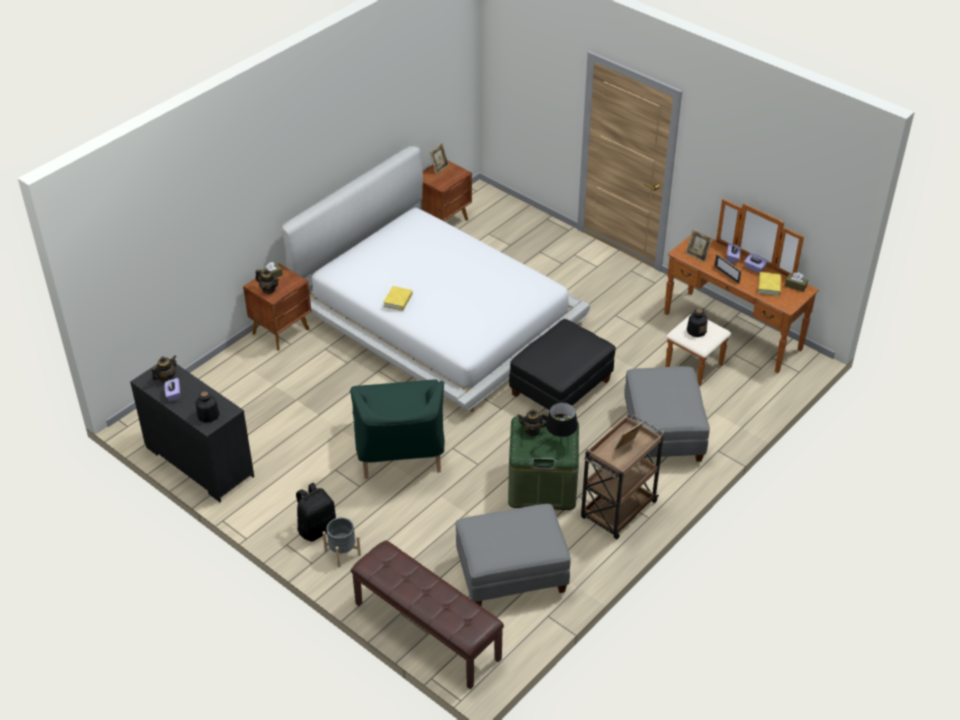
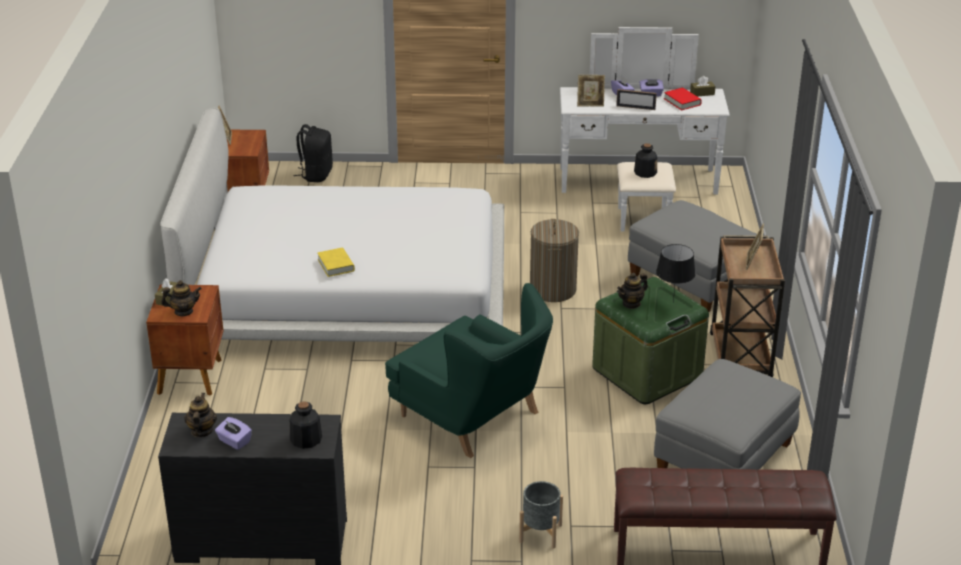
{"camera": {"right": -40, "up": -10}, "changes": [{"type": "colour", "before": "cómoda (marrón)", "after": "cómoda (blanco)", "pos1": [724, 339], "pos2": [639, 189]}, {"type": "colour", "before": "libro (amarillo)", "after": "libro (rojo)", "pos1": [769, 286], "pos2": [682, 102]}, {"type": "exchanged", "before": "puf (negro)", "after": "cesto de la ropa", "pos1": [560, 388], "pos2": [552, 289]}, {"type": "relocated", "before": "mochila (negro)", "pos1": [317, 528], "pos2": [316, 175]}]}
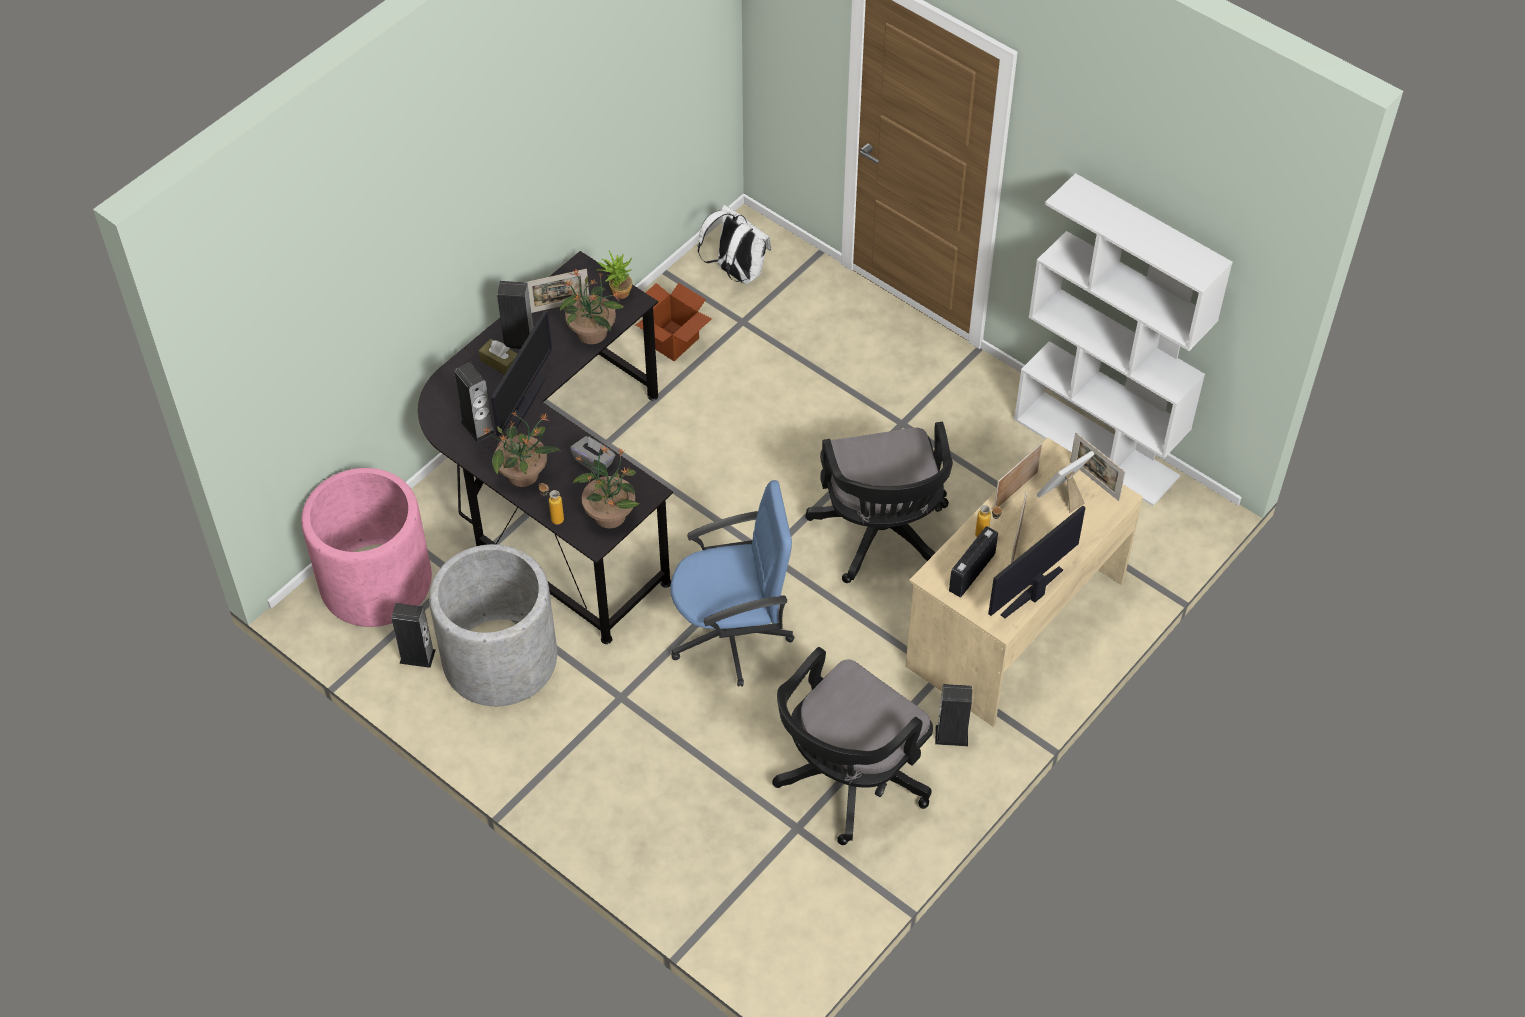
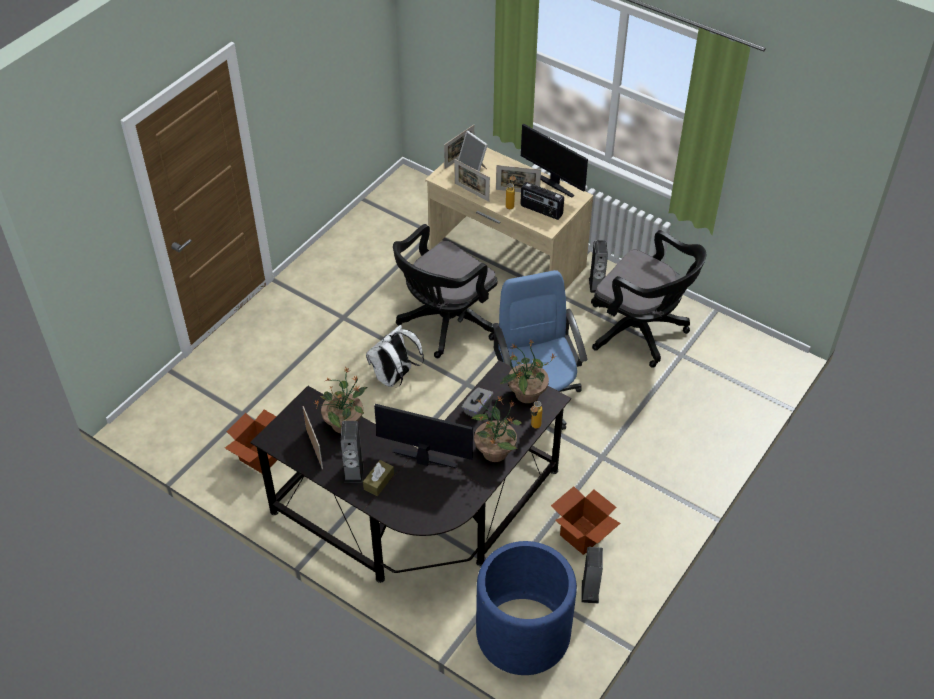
{"camera": {"right": -95, "up": -5}, "changes": [{"type": "missing", "before": "estantería (blanco)", "pos1": [1097, 447]}, {"type": "relocated", "before": "mochila (blanco)", "pos1": [736, 272], "pos2": [394, 378]}, {"type": "missing", "before": "planta en maceta", "pos1": [617, 293]}, {"type": "missing", "before": "altavoz", "pos1": [478, 427]}, {"type": "spun", "before": "silla de oficina (negro)", "pos1": [882, 537], "pos2": [444, 324], "turn": 150}, {"type": "colour", "before": "maceta (rosa)", "after": "maceta (azul)", "pos1": [376, 582], "pos2": [523, 633]}, {"type": "exchanged", "before": "maceta (gris)", "after": "caja de cartón", "pos1": [499, 659], "pos2": [582, 535]}]}
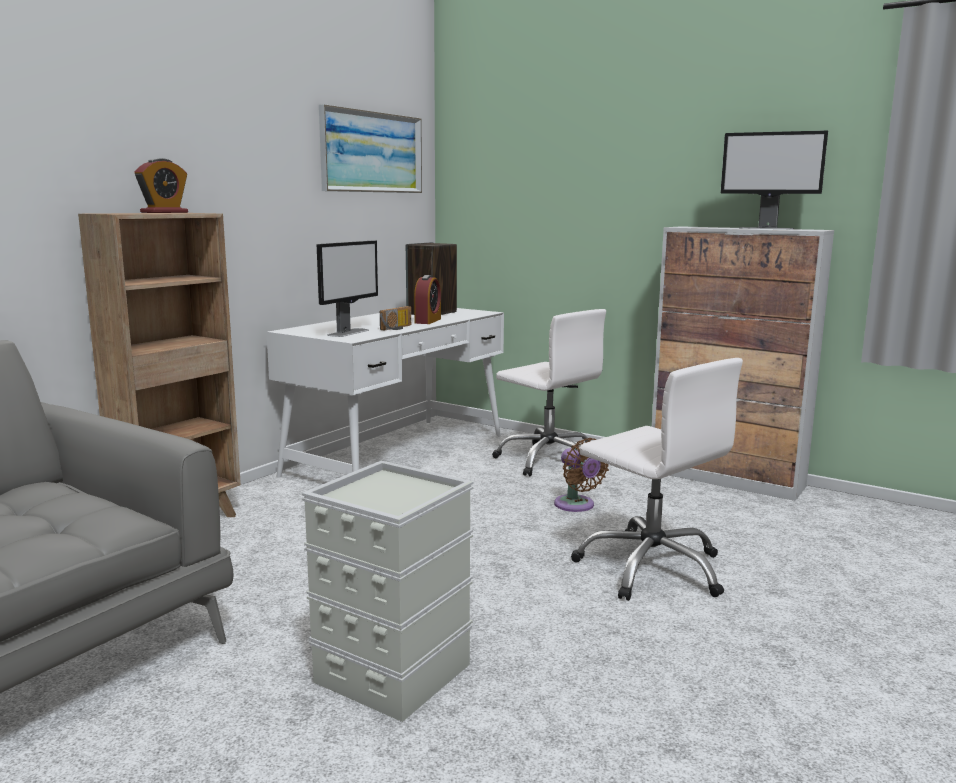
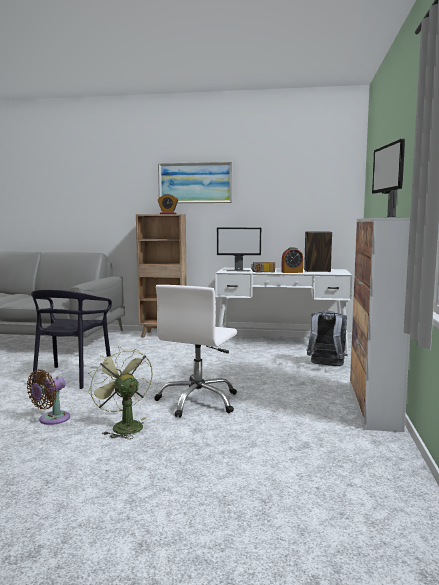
{"camera": {"right": 65, "up": -5}, "changes": [{"type": "relocated", "before": "cuadro", "pos1": [372, 152], "pos2": [195, 183]}, {"type": "exchanged", "before": "silla de oficina (blanco)", "after": "mochila (gris)", "pos1": [549, 460], "pos2": [326, 366]}, {"type": "relocated", "before": "ventilador (marrón)", "pos1": [576, 506], "pos2": [51, 419]}, {"type": "exchanged", "before": "caja de almacenaje (gris)", "after": "silla (negro)", "pos1": [393, 674], "pos2": [71, 377]}, {"type": "appeared", "after": "ventilador (verde)", "pos2": [123, 426]}]}
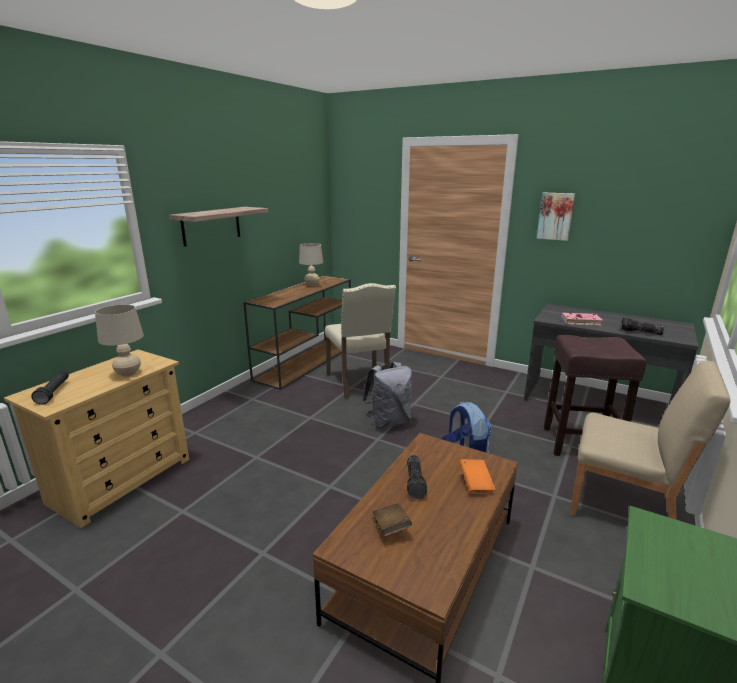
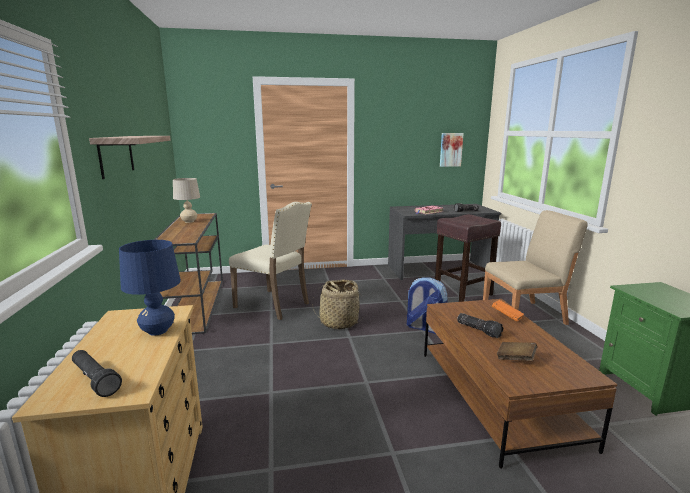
{"camera": {"right": -40, "up": -5}, "changes": [{"type": "relocated", "before": "cuadro", "pos1": [555, 216], "pos2": [450, 149]}, {"type": "colour", "before": "lámpara de mesa (beis)", "after": "lámpara de mesa (azul)", "pos1": [128, 373], "pos2": [158, 331]}, {"type": "exchanged", "before": "mochila (gris)", "after": "cesta", "pos1": [389, 421], "pos2": [338, 322]}]}
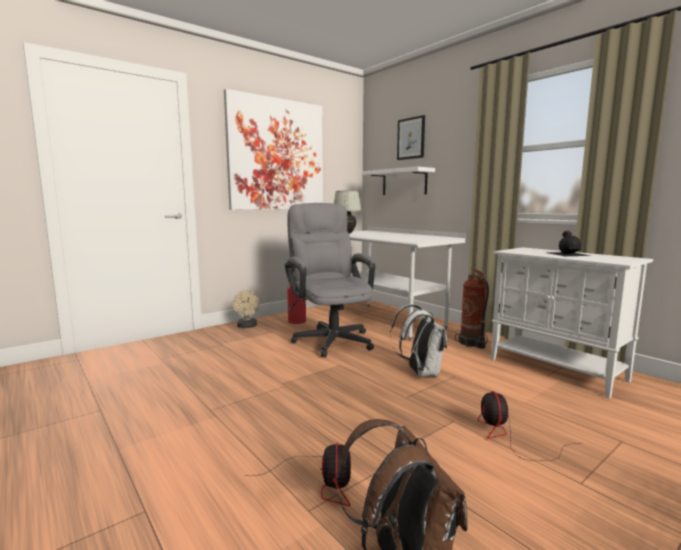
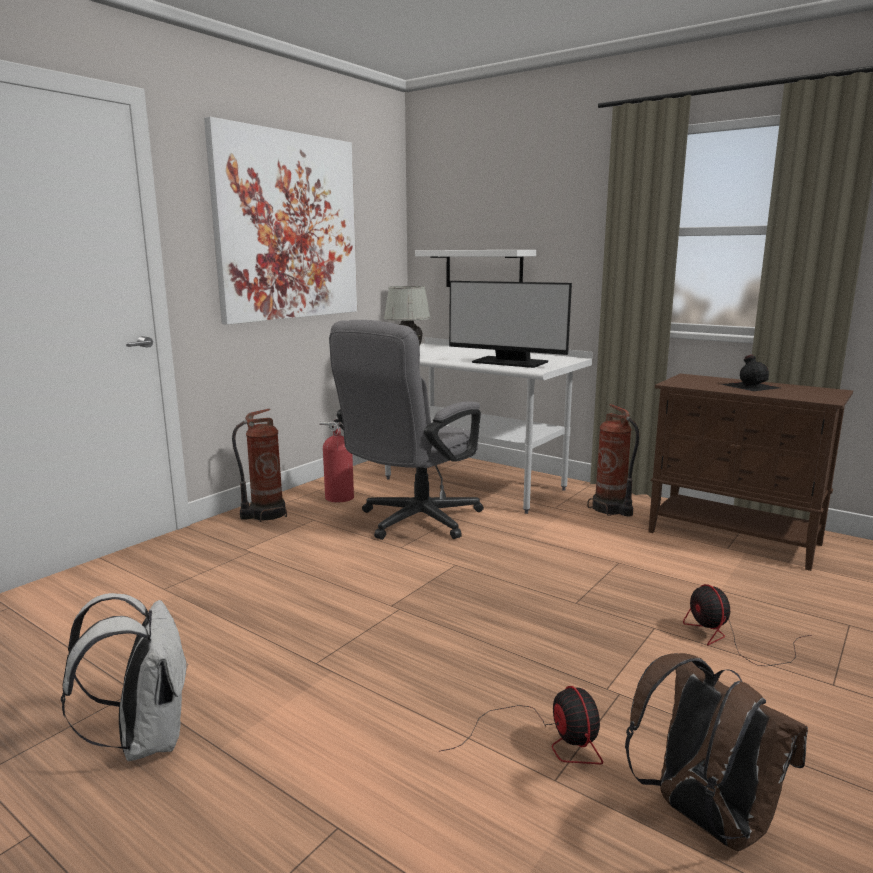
{"camera": {"right": -15, "up": 5}, "changes": [{"type": "missing", "before": "cuadro", "pos1": [411, 138]}, {"type": "spun", "before": "silla de oficina (gris)", "pos1": [330, 338], "pos2": [412, 522], "turn": -105}, {"type": "colour", "before": "armario (blanco)", "after": "armario (marrón)", "pos1": [557, 370], "pos2": [735, 538]}, {"type": "exchanged", "before": "ventilador (beis)", "after": "extintor", "pos1": [247, 326], "pos2": [265, 514]}, {"type": "relocated", "before": "mochila (blanco)", "pos1": [420, 373], "pos2": [145, 739]}, {"type": "appeared", "after": "monitor", "pos2": [509, 362]}]}
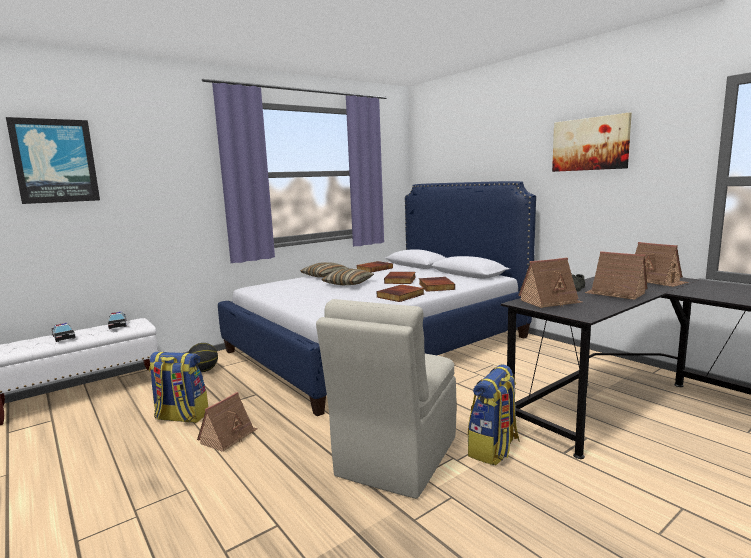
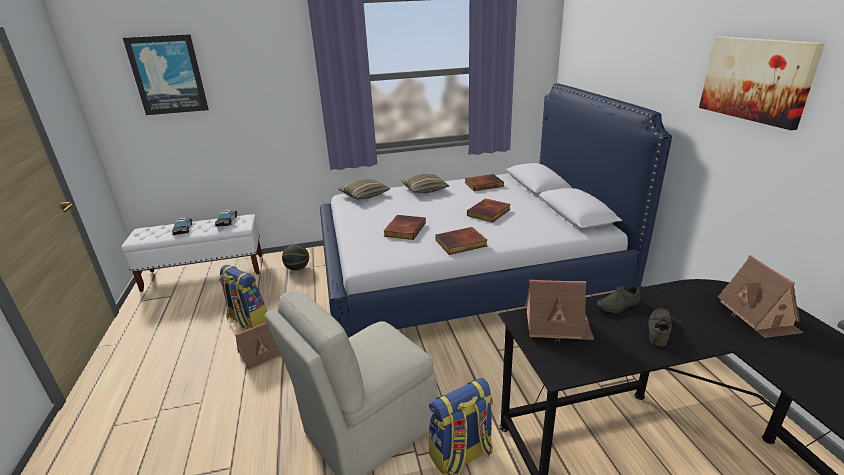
{"camera": {"right": 25, "up": 15}, "changes": [{"type": "exchanged", "before": "casita", "after": "zapato (gris)", "pos1": [615, 293], "pos2": [661, 331]}, {"type": "relocated", "before": "cojín", "pos1": [348, 283], "pos2": [364, 195]}, {"type": "relocated", "before": "libro", "pos1": [435, 286], "pos2": [404, 229]}]}
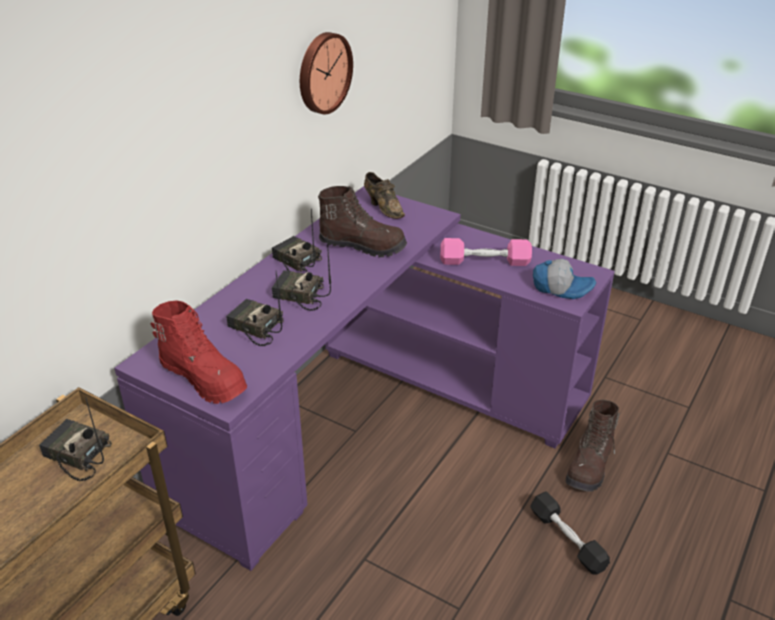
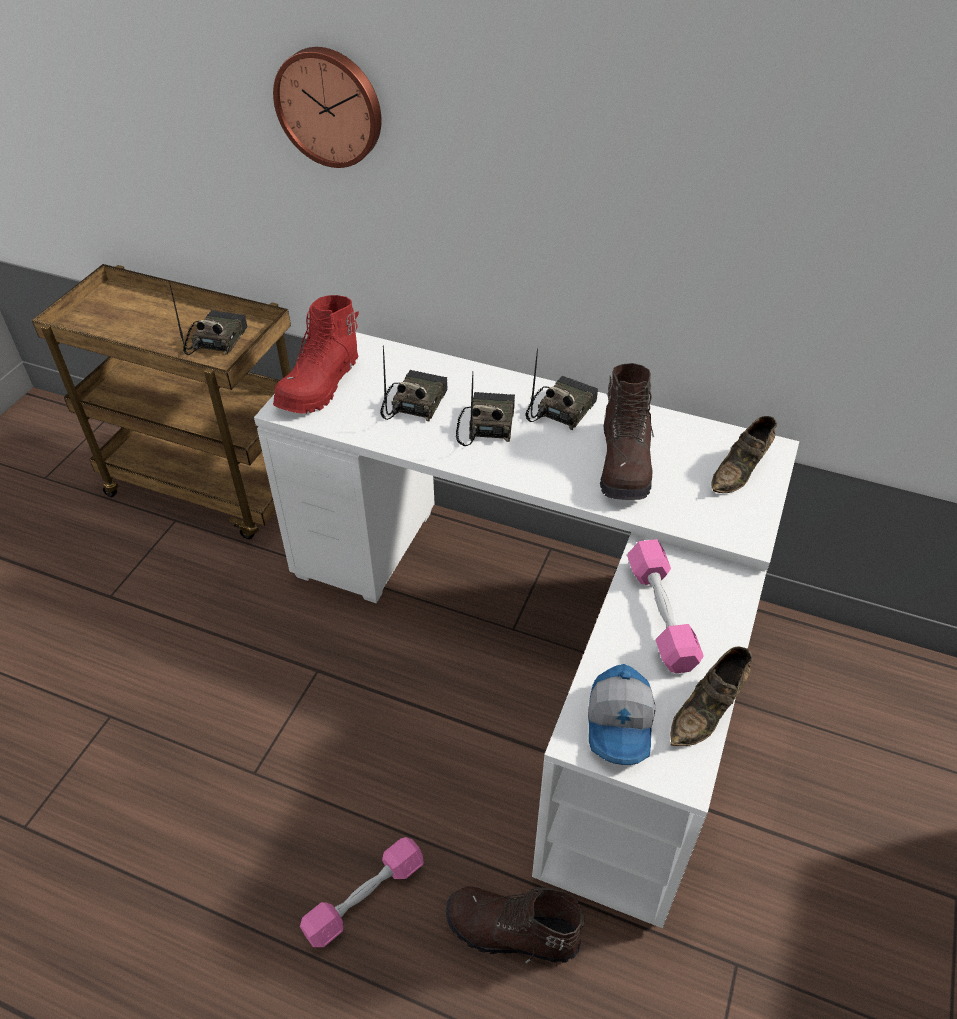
{"camera": {"right": 80, "up": 10}, "changes": [{"type": "relocated", "before": "reloj de pared", "pos1": [323, 72], "pos2": [330, 106]}, {"type": "colour", "before": "escritorio (morado)", "after": "escritorio (blanco)", "pos1": [369, 416], "pos2": [542, 639]}, {"type": "colour", "before": "mancuerna (negro)", "after": "mancuerna (rosa)", "pos1": [567, 539], "pos2": [365, 897]}, {"type": "appeared", "after": "zapato (marrón)", "pos2": [708, 710]}]}
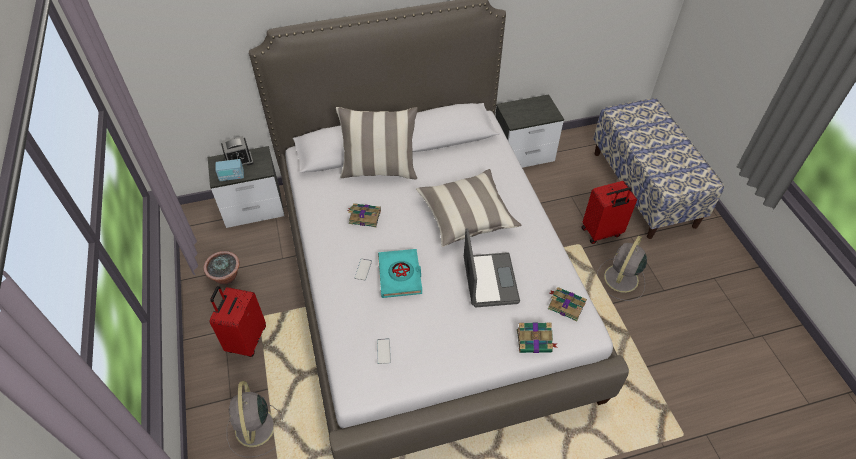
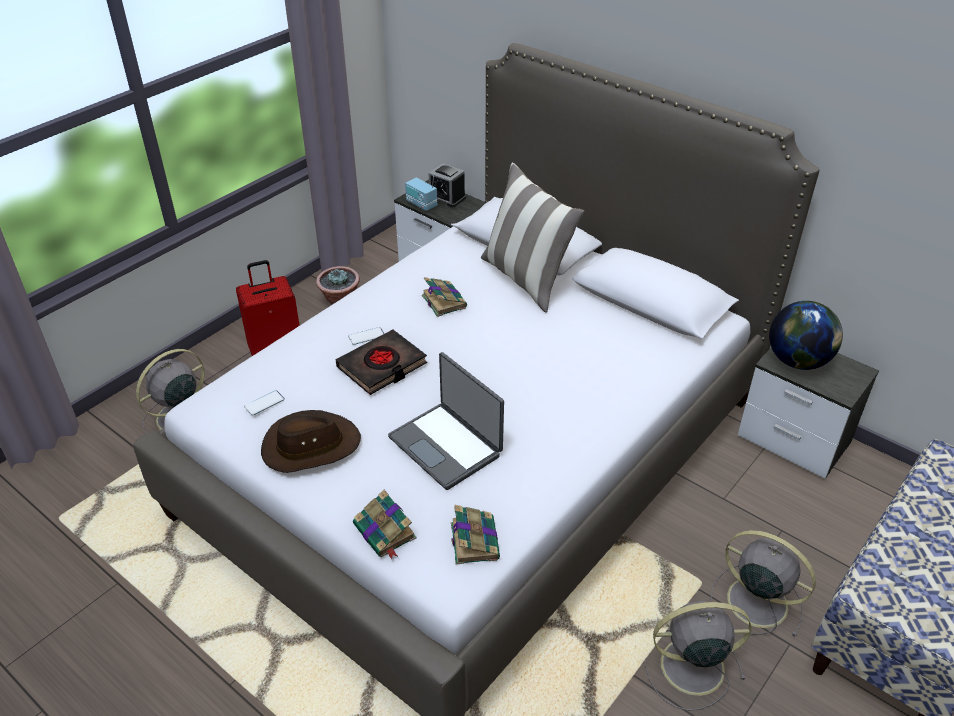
{"camera": {"right": 55, "up": -10}, "changes": [{"type": "missing", "before": "cojín", "pos1": [466, 216]}, {"type": "exchanged", "before": "maleta (rojo)", "after": "ventilador (gris)", "pos1": [601, 233], "pos2": [754, 600]}, {"type": "spun", "before": "portátil", "pos1": [489, 280], "pos2": [446, 445], "turn": 90}, {"type": "colour", "before": "libro (turquesa)", "after": "libro (negro)", "pos1": [400, 275], "pos2": [382, 366]}, {"type": "appeared", "after": "globo terráqueo", "pos2": [798, 361]}, {"type": "appeared", "after": "sombrero (marrón)", "pos2": [310, 446]}]}
